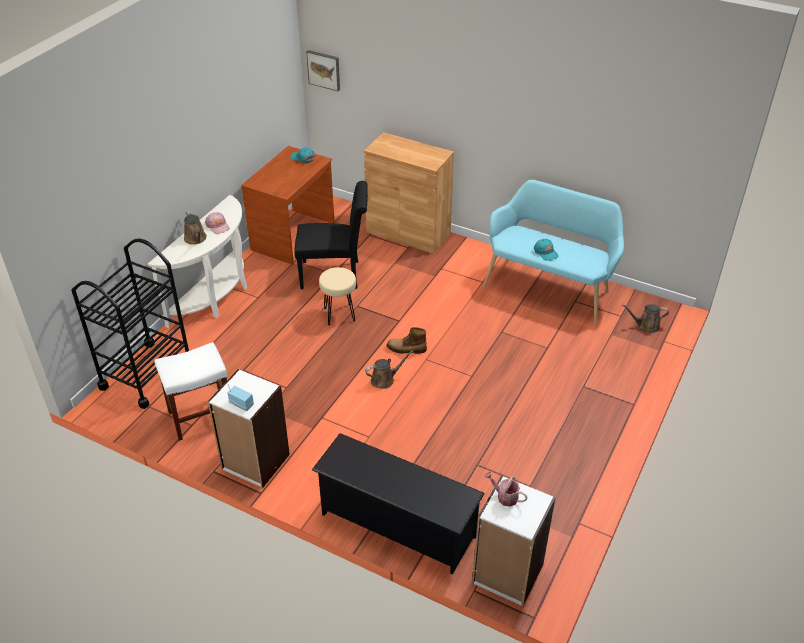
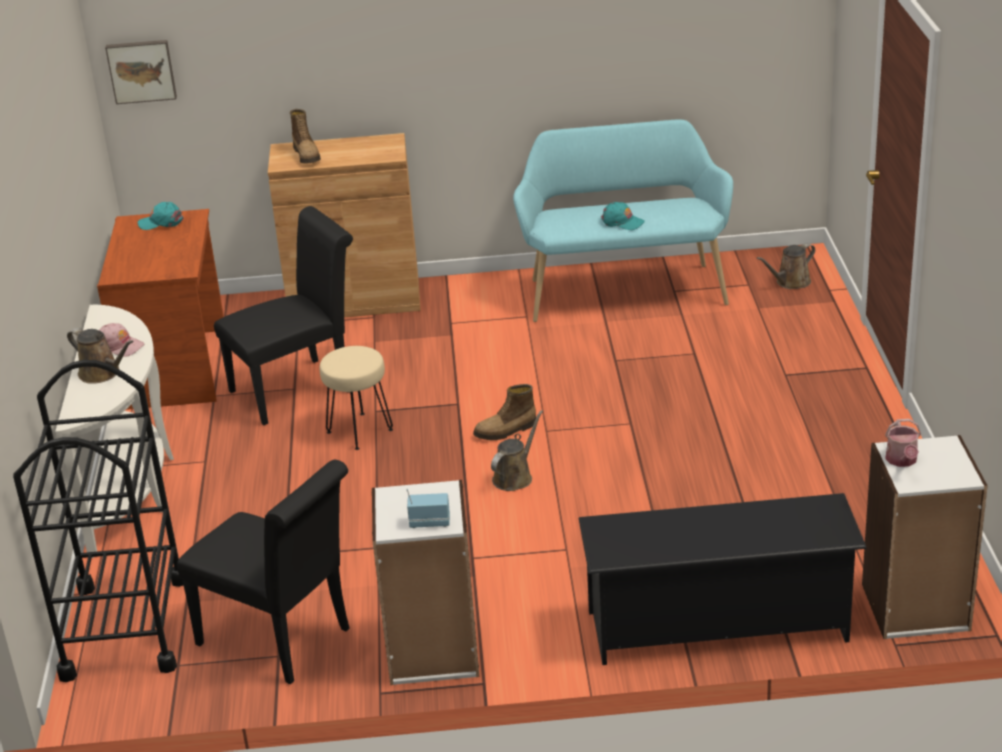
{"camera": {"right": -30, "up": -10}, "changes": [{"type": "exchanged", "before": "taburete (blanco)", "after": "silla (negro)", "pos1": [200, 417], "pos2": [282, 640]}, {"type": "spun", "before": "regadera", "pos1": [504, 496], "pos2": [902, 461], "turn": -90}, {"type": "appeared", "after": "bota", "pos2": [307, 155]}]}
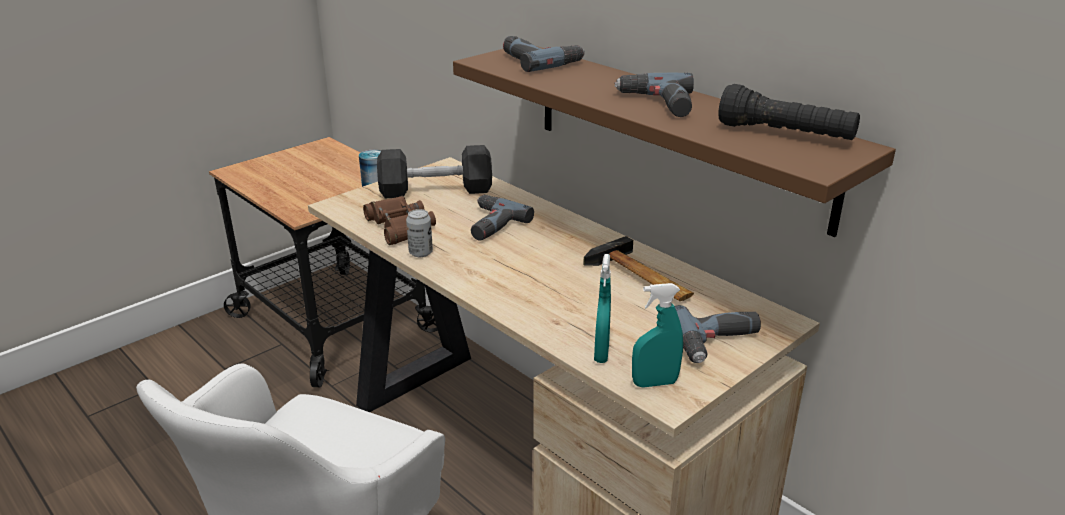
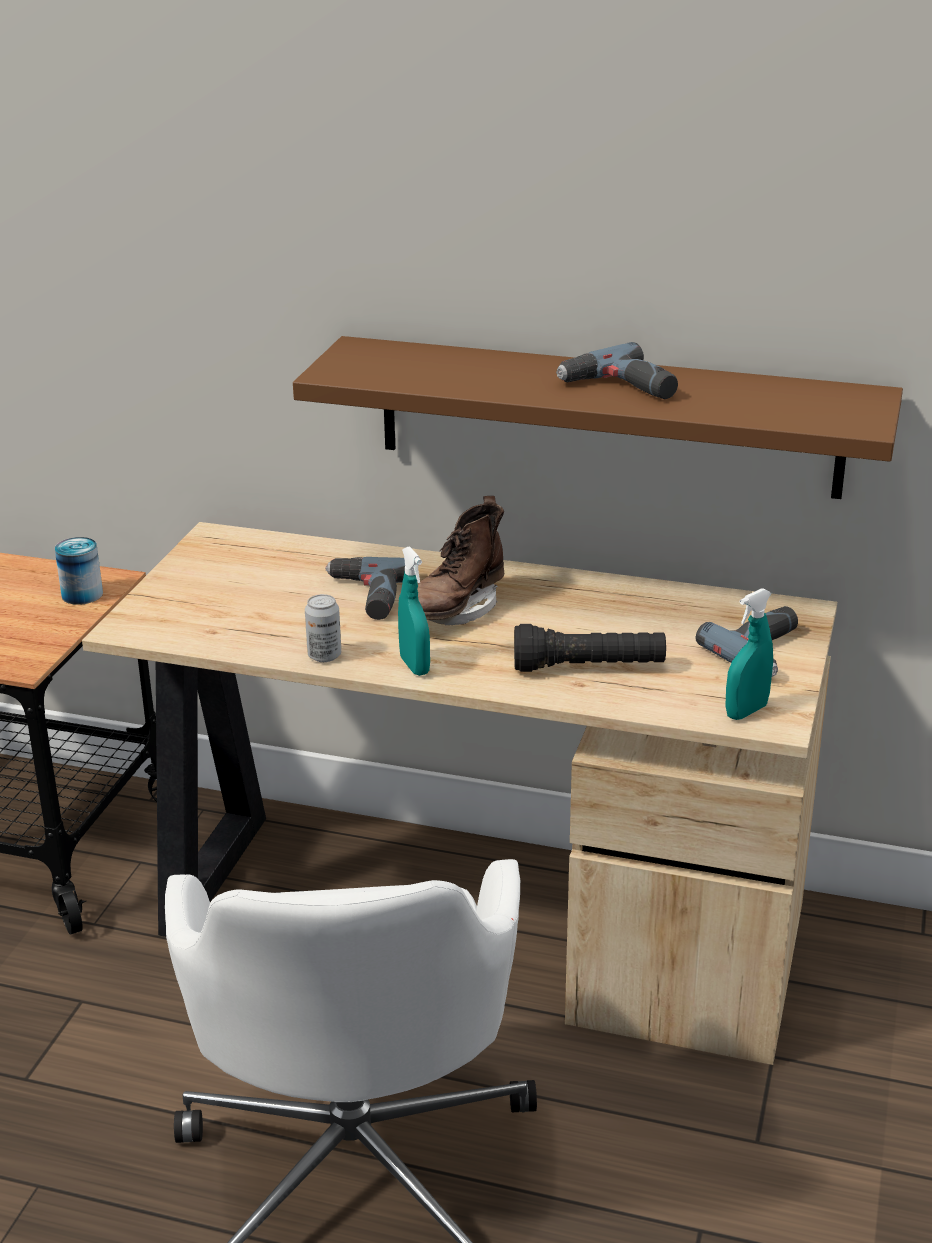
{"camera": {"right": -30, "up": 0}, "changes": [{"type": "missing", "before": "taladro", "pos1": [540, 60]}, {"type": "relocated", "before": "linterna (negro)", "pos1": [785, 134], "pos2": [588, 668]}, {"type": "missing", "before": "mancuerna (negro)", "pos1": [436, 190]}, {"type": "missing", "before": "prismáticos (marrón)", "pos1": [399, 227]}, {"type": "missing", "before": "martillo", "pos1": [641, 279]}, {"type": "relocated", "before": "pulverizador (turquesa)", "pos1": [601, 353], "pos2": [414, 666]}, {"type": "appeared", "after": "bota (marrón)", "pos2": [455, 610]}]}
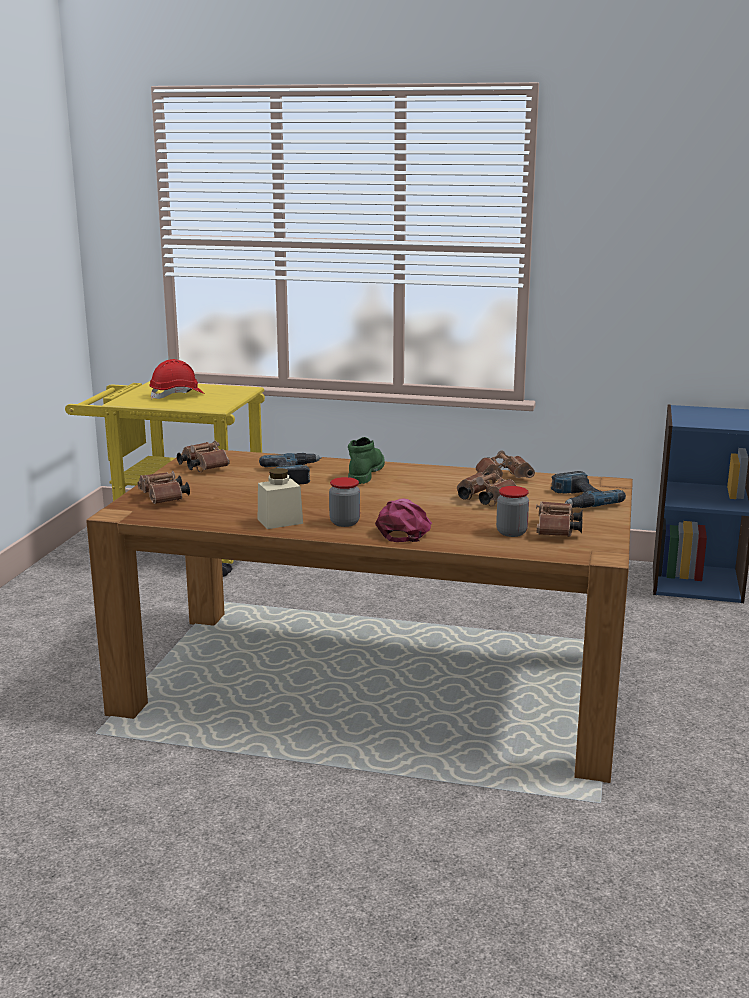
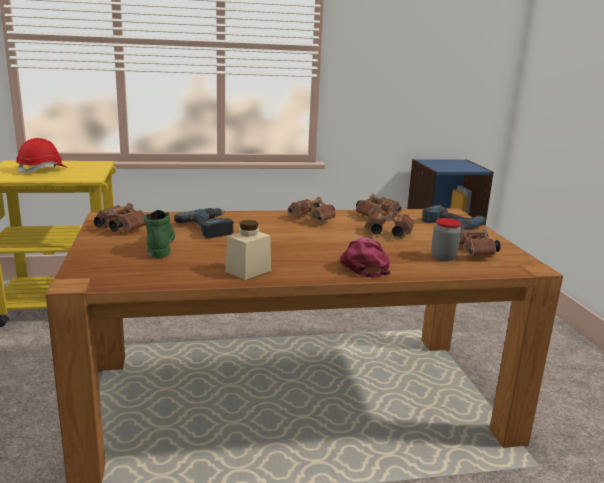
{"camera": {"right": -25, "up": 0}, "changes": [{"type": "relocated", "before": "bota (verde)", "pos1": [364, 473], "pos2": [159, 245]}, {"type": "relocated", "before": "prismáticos (marrón)", "pos1": [164, 499], "pos2": [313, 219]}, {"type": "missing", "before": "tarro", "pos1": [344, 523]}]}
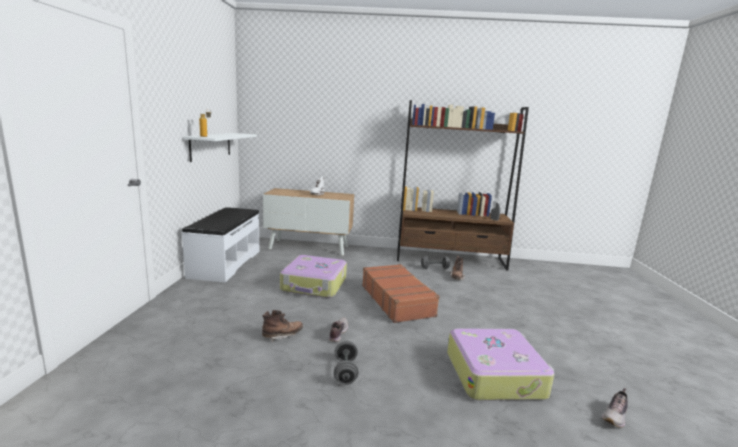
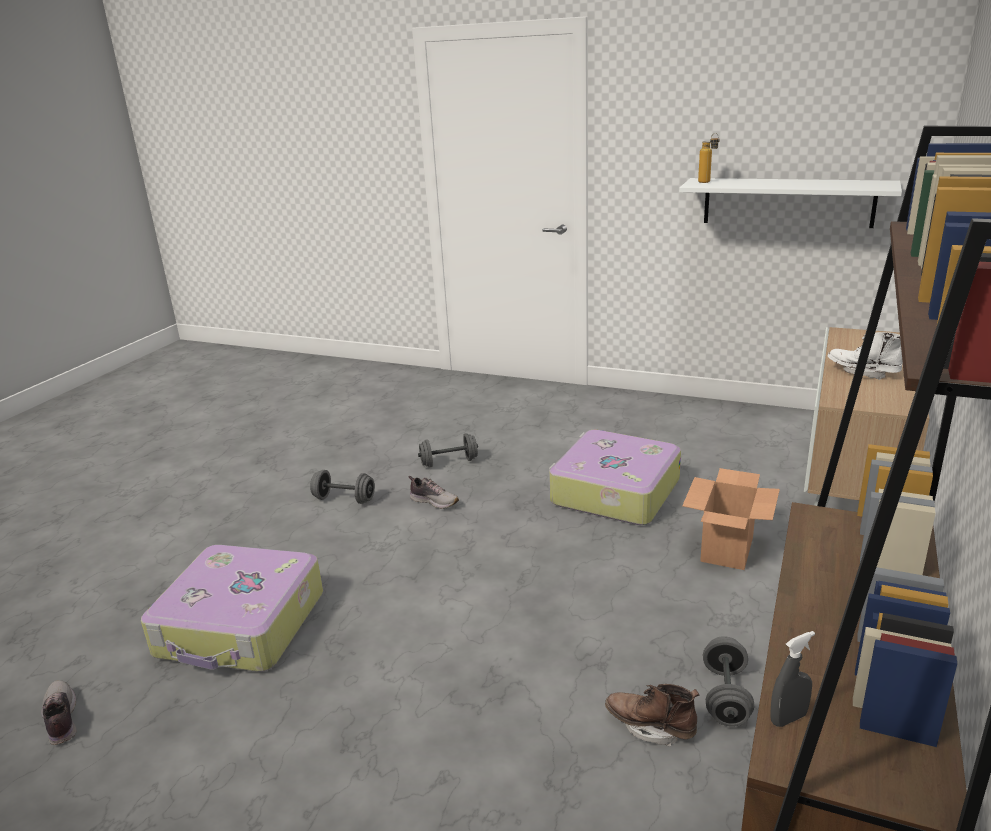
{"camera": {"right": 110, "up": 10}, "changes": [{"type": "missing", "before": "banco (blanco)", "pos1": [225, 263]}, {"type": "missing", "before": "maleta (marrón)", "pos1": [397, 300]}, {"type": "exchanged", "before": "bota (marrón)", "after": "mancuerna (gris)", "pos1": [282, 336], "pos2": [449, 462]}, {"type": "appeared", "after": "caja de cartón", "pos2": [727, 550]}]}
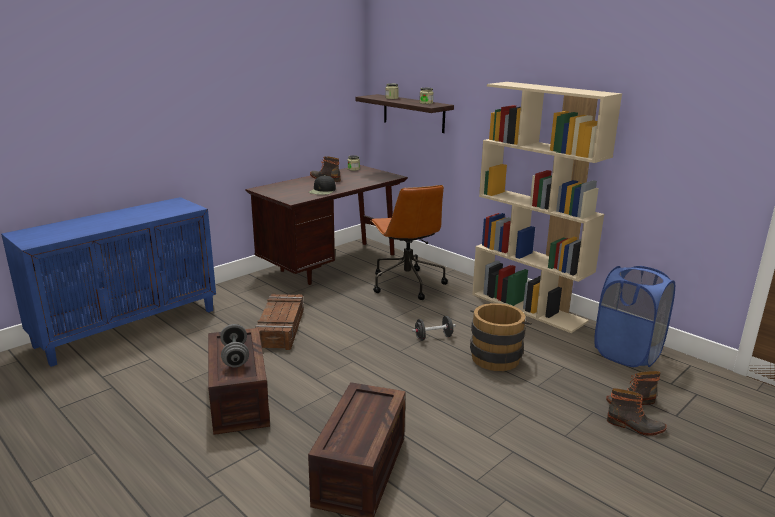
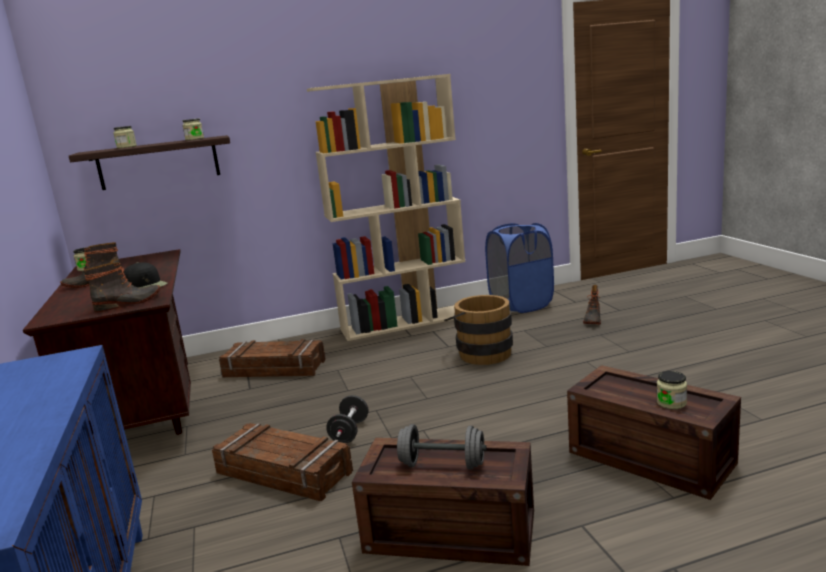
{"camera": {"right": -60, "up": -5}, "changes": [{"type": "exchanged", "before": "silla de oficina (marrón)", "after": "caja de embalaje", "pos1": [406, 283], "pos2": [274, 369]}, {"type": "relocated", "before": "mancuerna (negro)", "pos1": [433, 337], "pos2": [349, 432]}, {"type": "relocated", "before": "bota", "pos1": [635, 426], "pos2": [129, 303]}, {"type": "appeared", "after": "tarro", "pos2": [671, 403]}]}
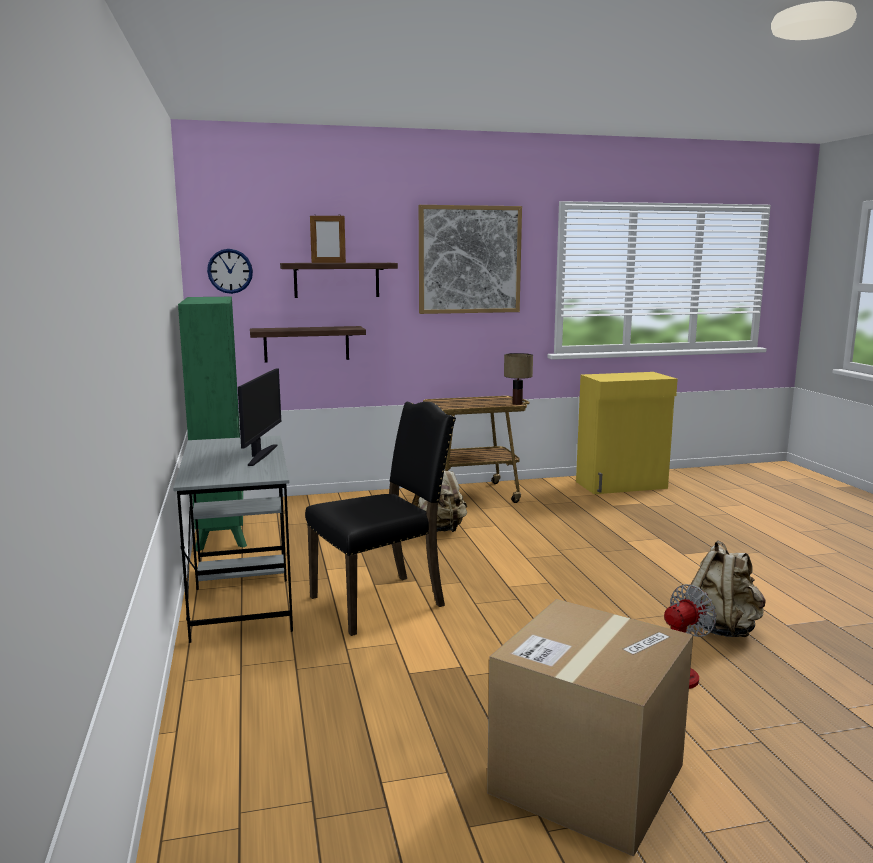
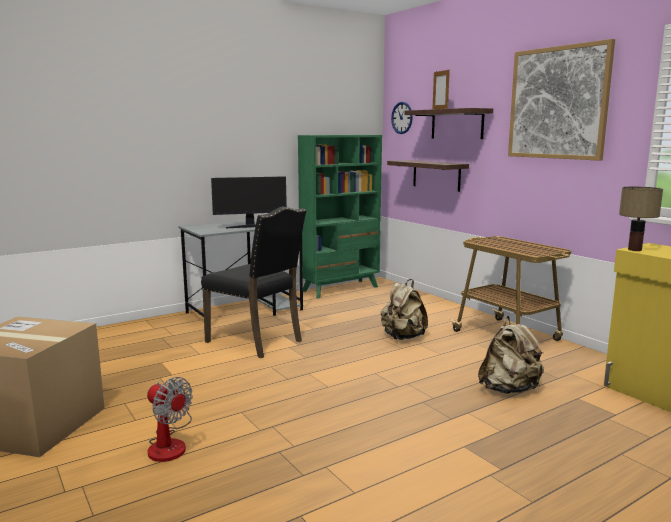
{"camera": {"right": 70, "up": 0}, "changes": [{"type": "relocated", "before": "lámpara de mesa", "pos1": [516, 403], "pos2": [634, 249]}, {"type": "relocated", "before": "mochila (beis)", "pos1": [723, 628], "pos2": [509, 389]}]}
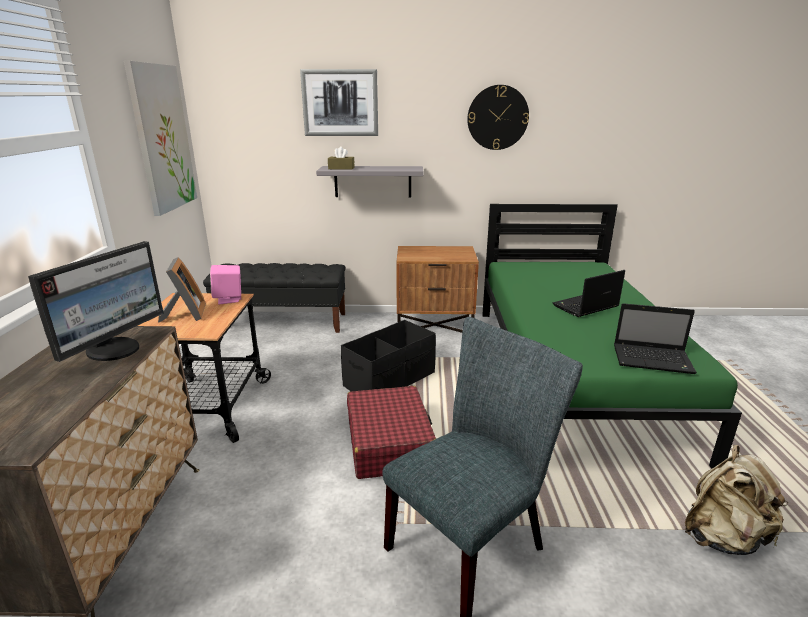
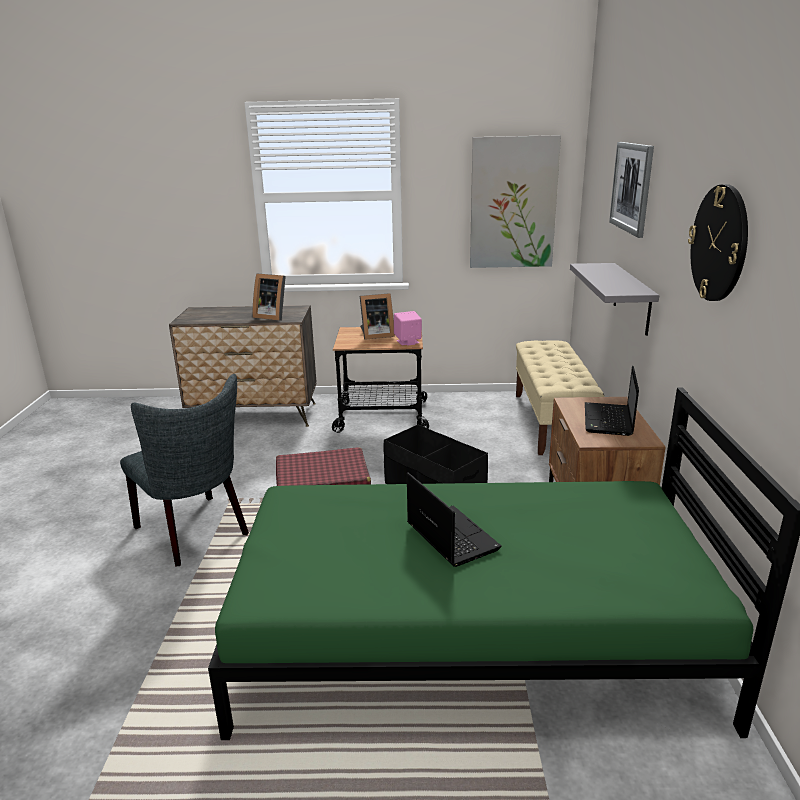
{"camera": {"right": 90, "up": 0}, "changes": [{"type": "missing", "before": "caja de pañuelos (marrón)", "pos1": [341, 168]}, {"type": "exchanged", "before": "monitor", "after": "portarretratos", "pos1": [115, 349], "pos2": [272, 316]}, {"type": "colour", "before": "banco (negro)", "after": "banco (beis)", "pos1": [282, 322], "pos2": [551, 422]}, {"type": "relocated", "before": "portátil", "pos1": [654, 360], "pos2": [608, 421]}, {"type": "missing", "before": "mochila (beis)", "pos1": [723, 537]}]}
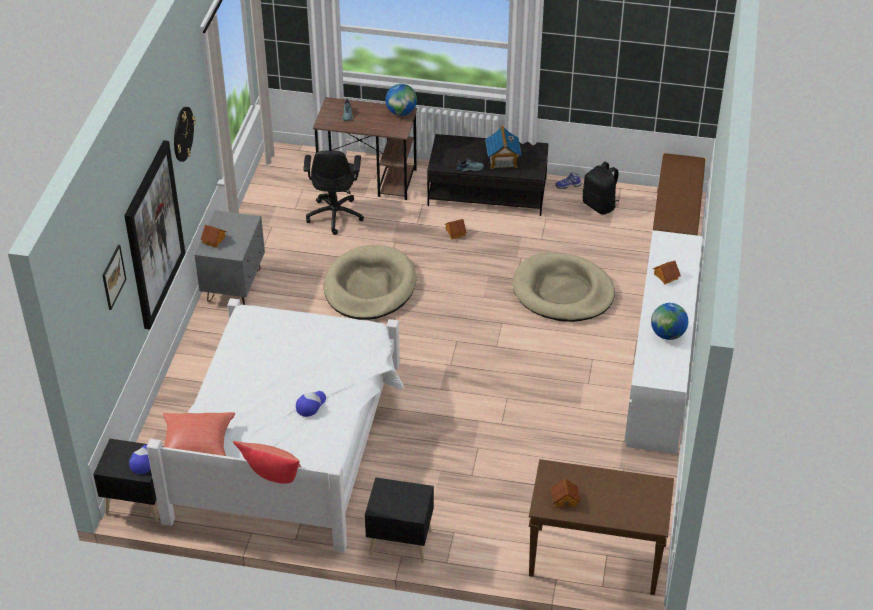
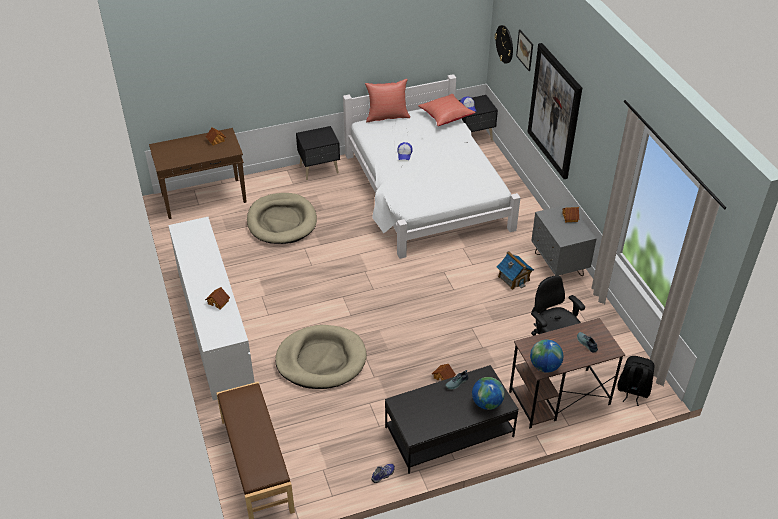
{"camera": {"right": 150, "up": 0}, "changes": [{"type": "relocated", "before": "reloj de pared", "pos1": [182, 134], "pos2": [504, 44]}, {"type": "relocated", "before": "casita", "pos1": [502, 160], "pos2": [513, 278]}, {"type": "relocated", "before": "mochila (negro)", "pos1": [600, 205], "pos2": [632, 391]}, {"type": "relocated", "before": "cama para perro (beis)", "pos1": [369, 287], "pos2": [282, 221]}, {"type": "relocated", "before": "globo terráqueo", "pos1": [667, 334], "pos2": [487, 403]}]}
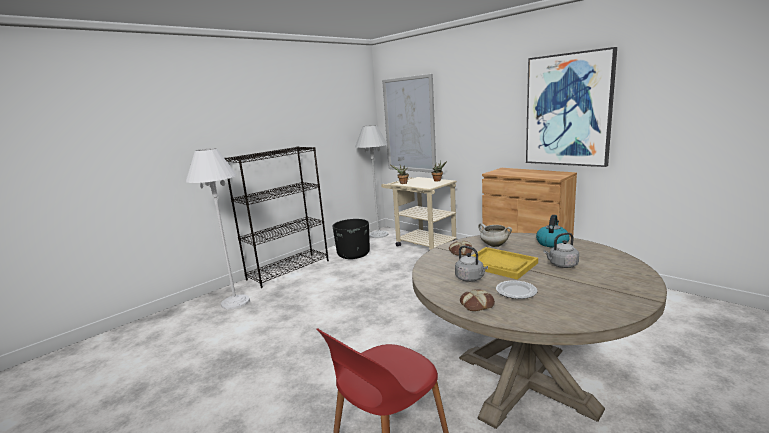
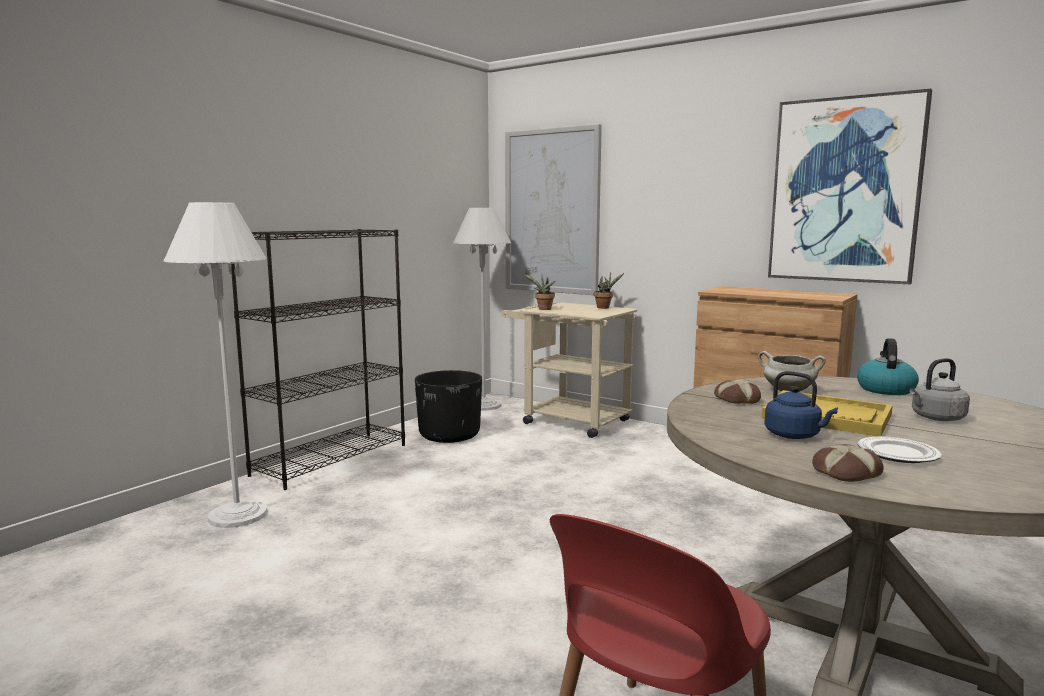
{"camera": {"right": -10, "up": -5}, "changes": [{"type": "colour", "before": "hervidor (gris)", "after": "hervidor (azul)", "pos1": [470, 278], "pos2": [795, 435]}]}
